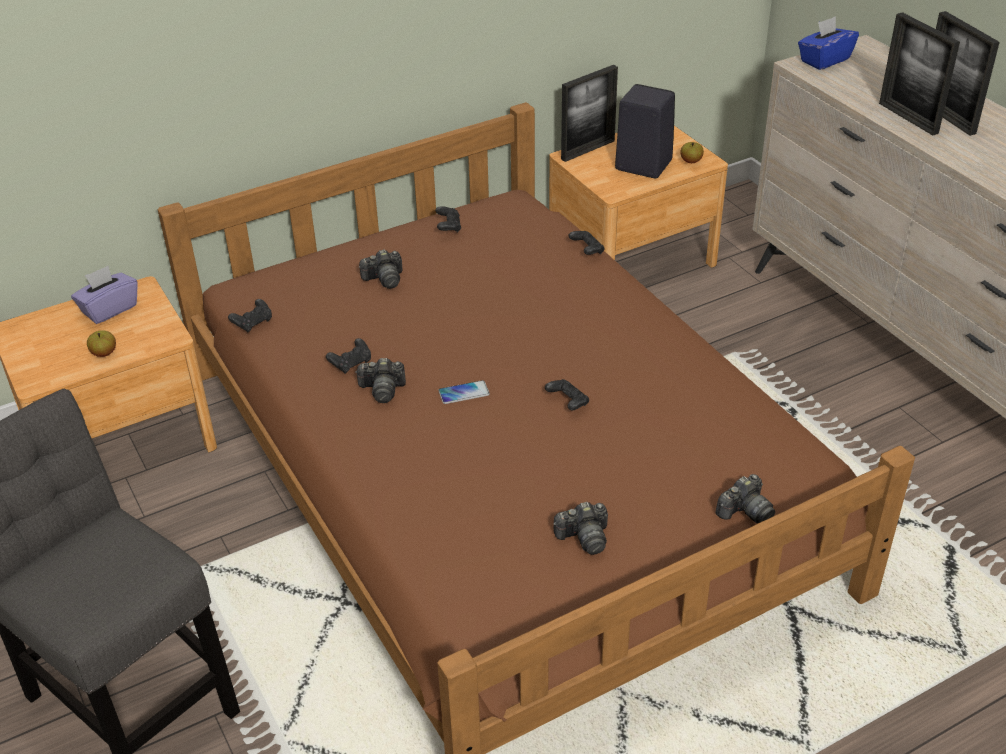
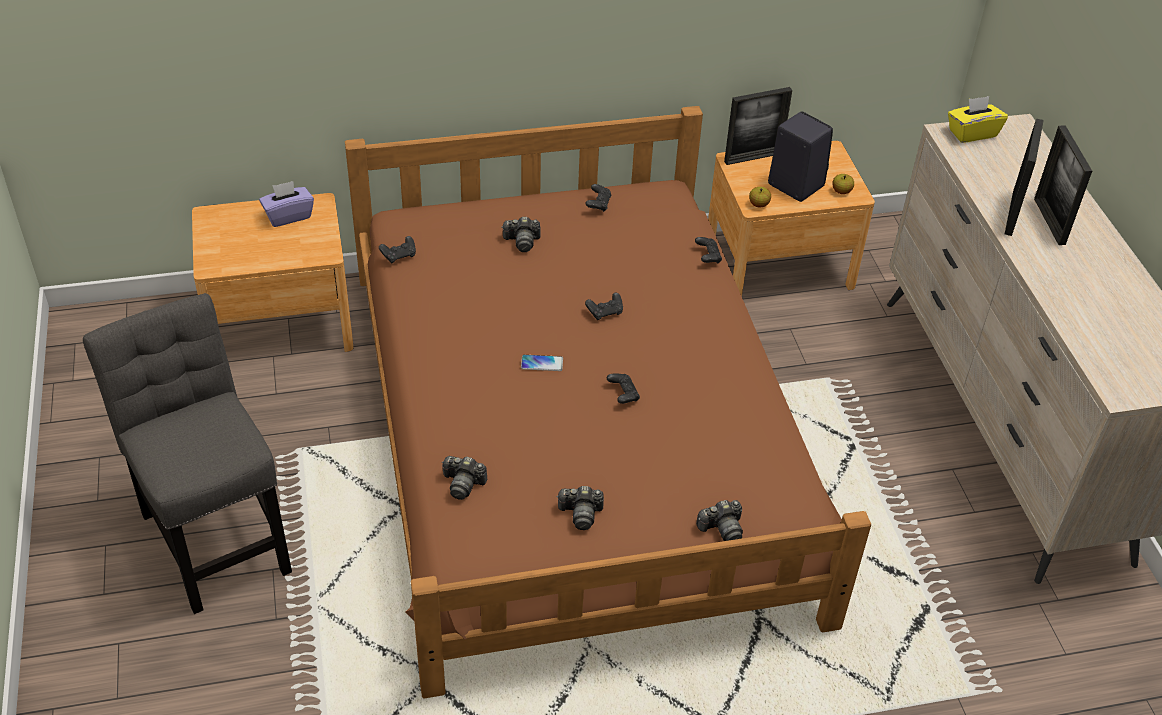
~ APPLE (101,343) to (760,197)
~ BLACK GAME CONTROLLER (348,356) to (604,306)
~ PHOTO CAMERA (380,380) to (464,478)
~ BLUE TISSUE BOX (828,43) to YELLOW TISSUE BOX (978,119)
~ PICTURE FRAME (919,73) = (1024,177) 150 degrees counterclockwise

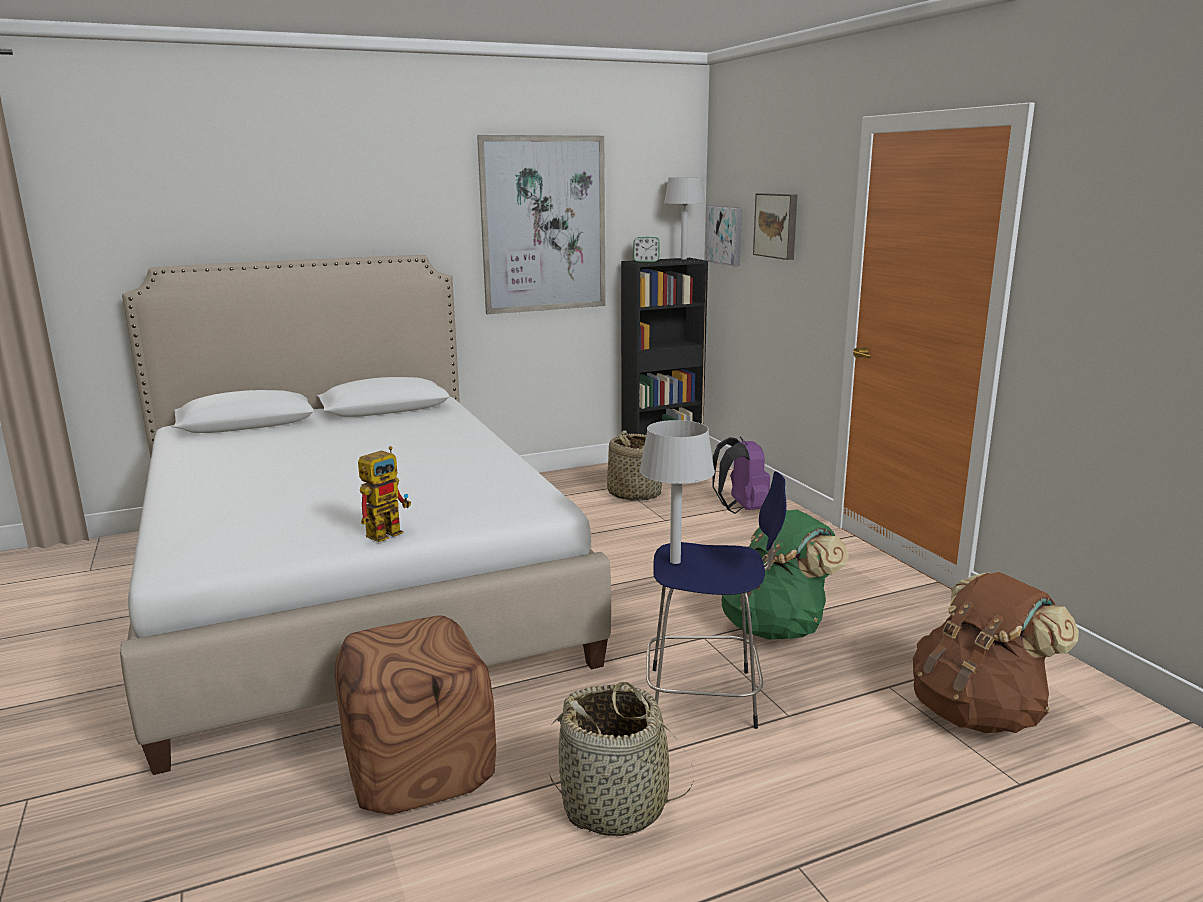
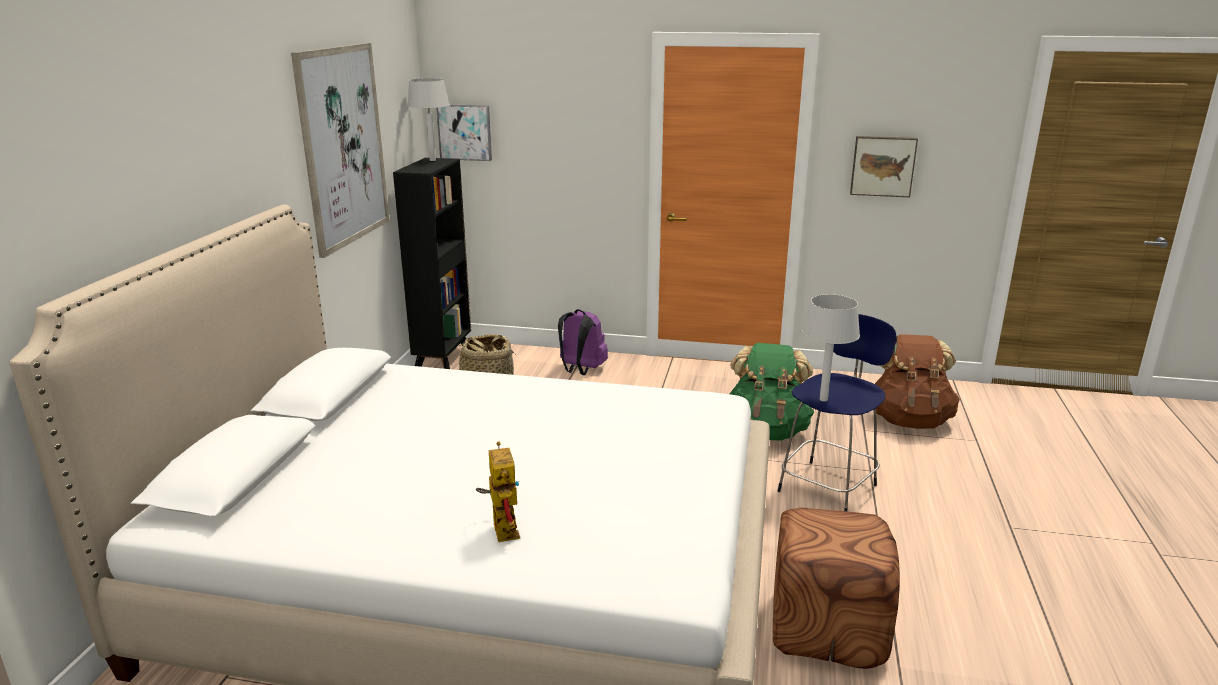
~ TOY ROBOT (384,494) to (498,491)
- BASKET (621,759)
- ALARM CLOCK (647,249)
~ PICTURE (775,226) to (884,166)

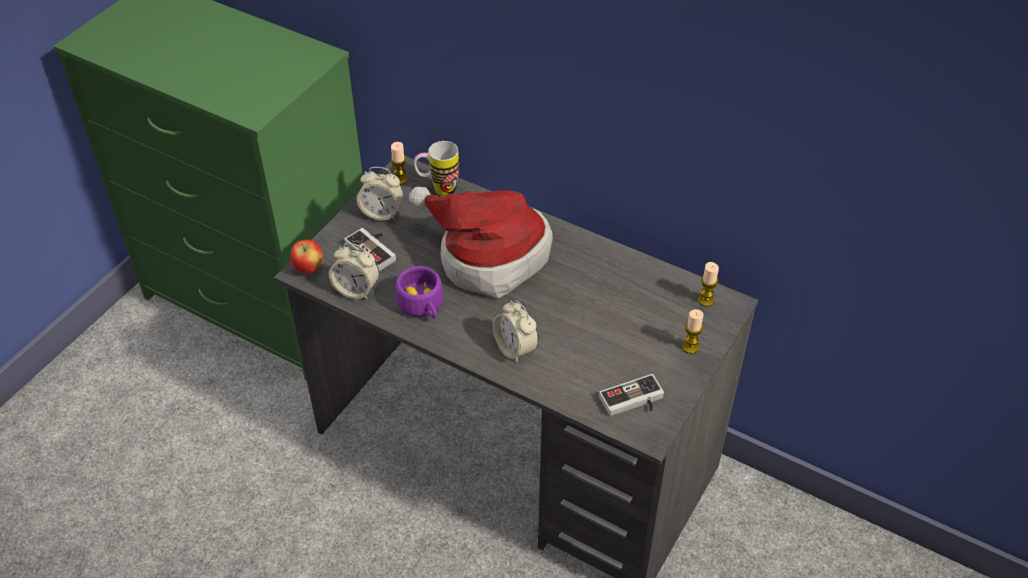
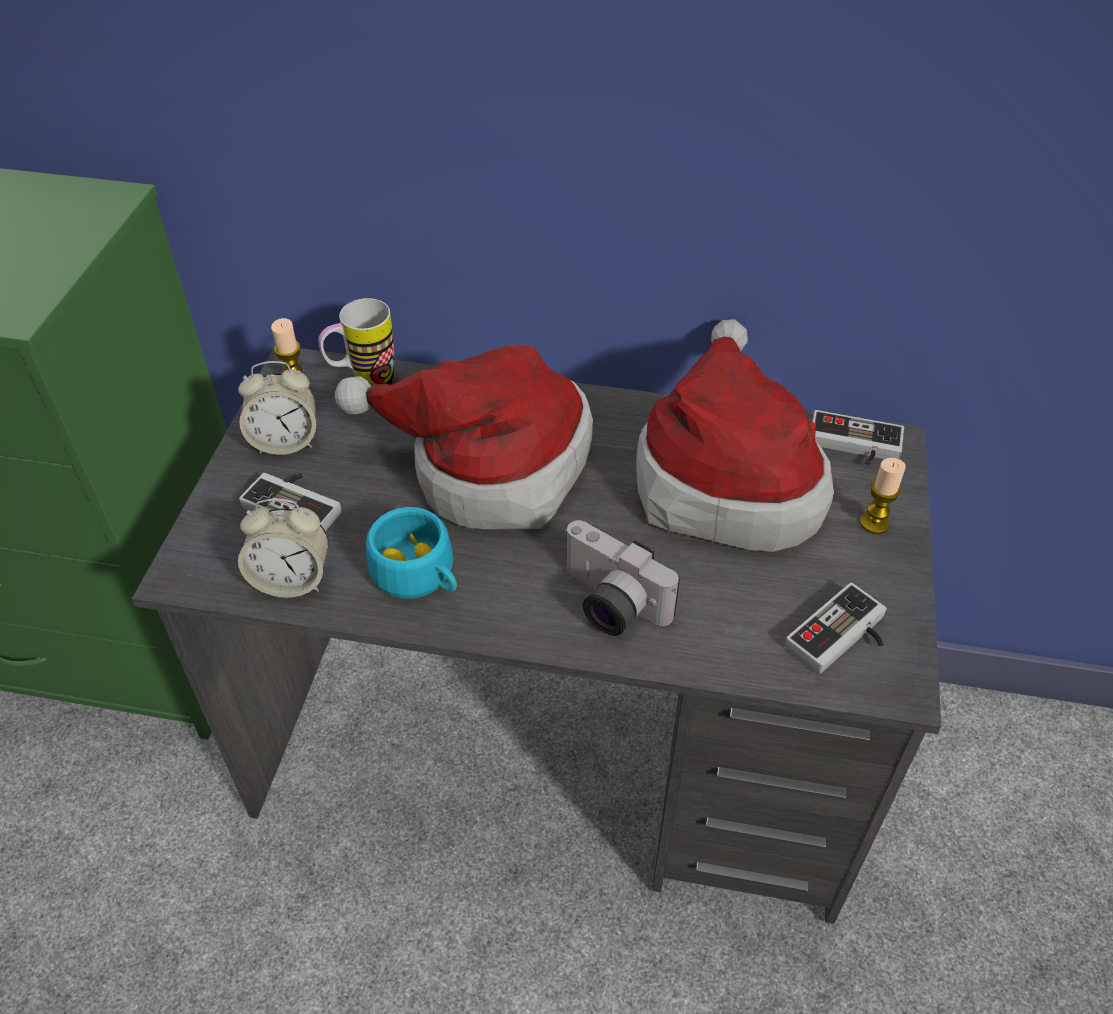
- APPLE (306,257)
~ PURPLE CUP (419,292) to TURQUOISE CUP (411,553)
~ ALARM CLOCK (516,331) to PHOTO CAMERA (622,578)
~ CANDLE (708,284) to GAME CONTROLLER (858,437)
+ HAT (735,435)

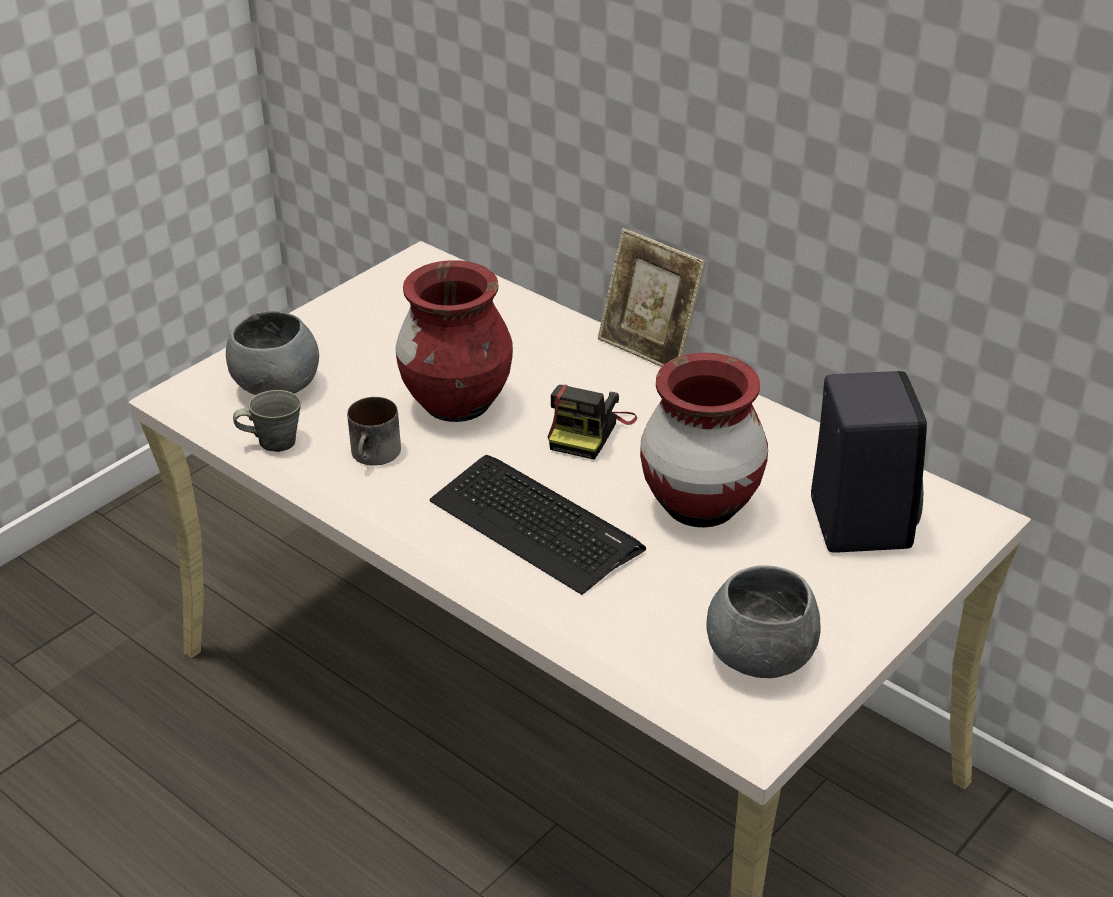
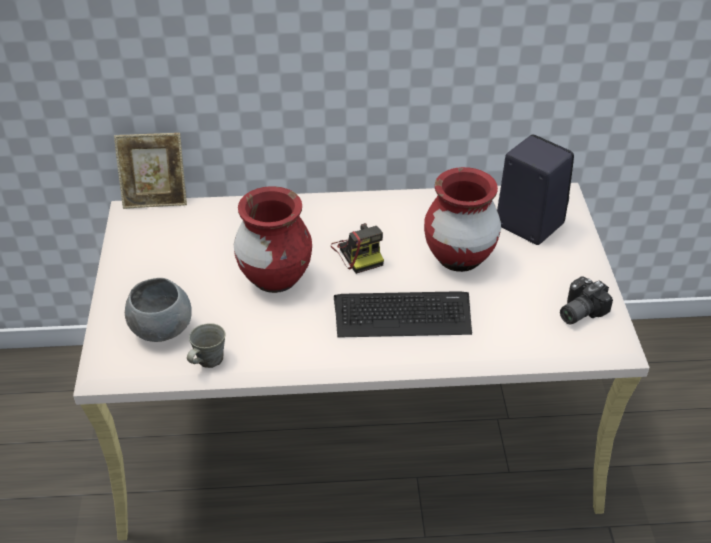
- MUG (374,431)
~ PICTURE FRAME (652,297) to (150,171)
~ GREY BOWL (764,621) to PHOTO CAMERA (586,300)

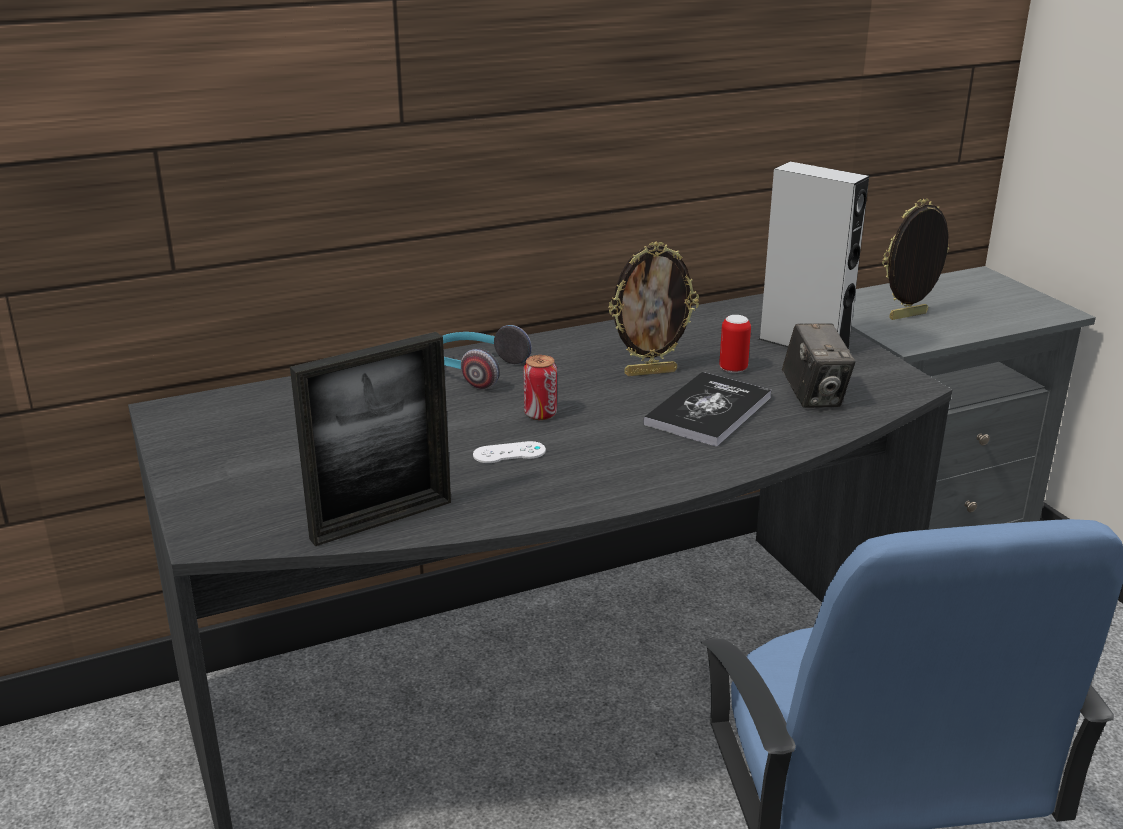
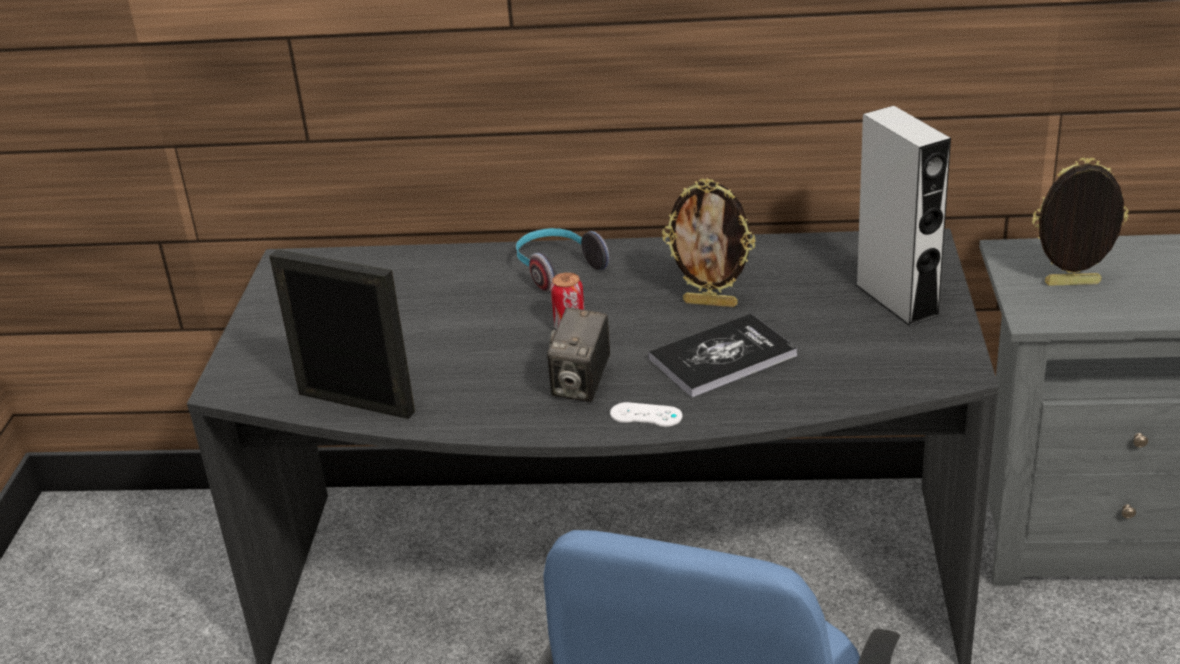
~ PICTURE FRAME (370,439) = (342,334) 150 degrees counterclockwise
~ WHITE GAME CONTROLLER (509,452) to (646,414)
- CAN (735,344)
~ PHOTO CAMERA (819,365) to (578,354)

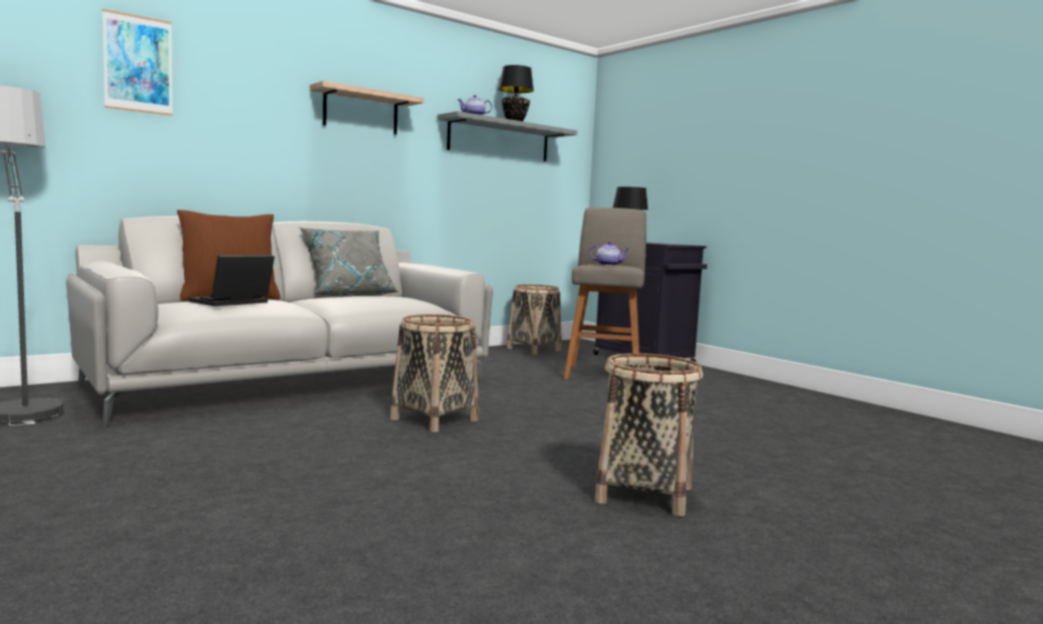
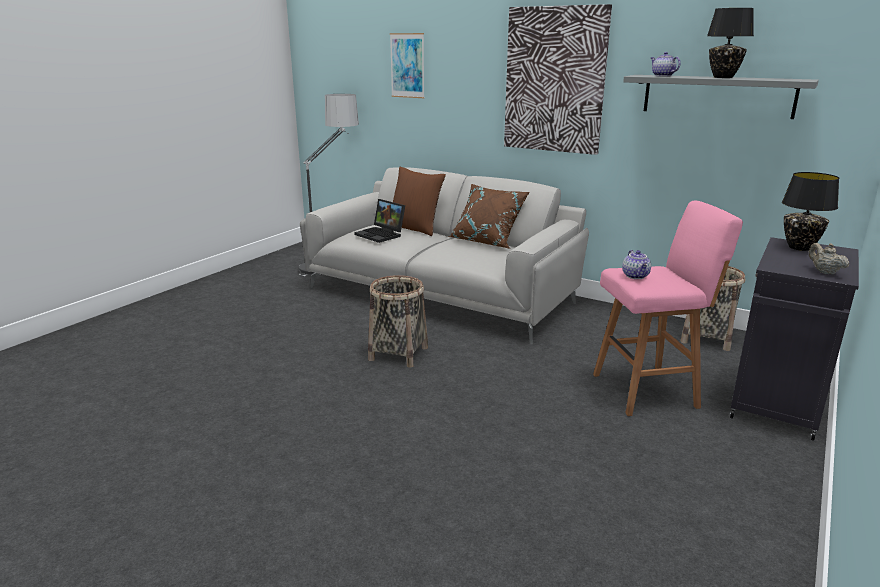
~ LAPTOP (232,280) = (379,221) 150 degrees counterclockwise
~ GREY PILLOW (349,261) to BROWN PILLOW (489,216)
~ SHELF (367,108) to PICTURE (558,79)
~ GREY STOOL (605,294) to PINK STOOL (668,308)
- BASKET (648,435)
+ BEIGE TEAPOT (829,258)

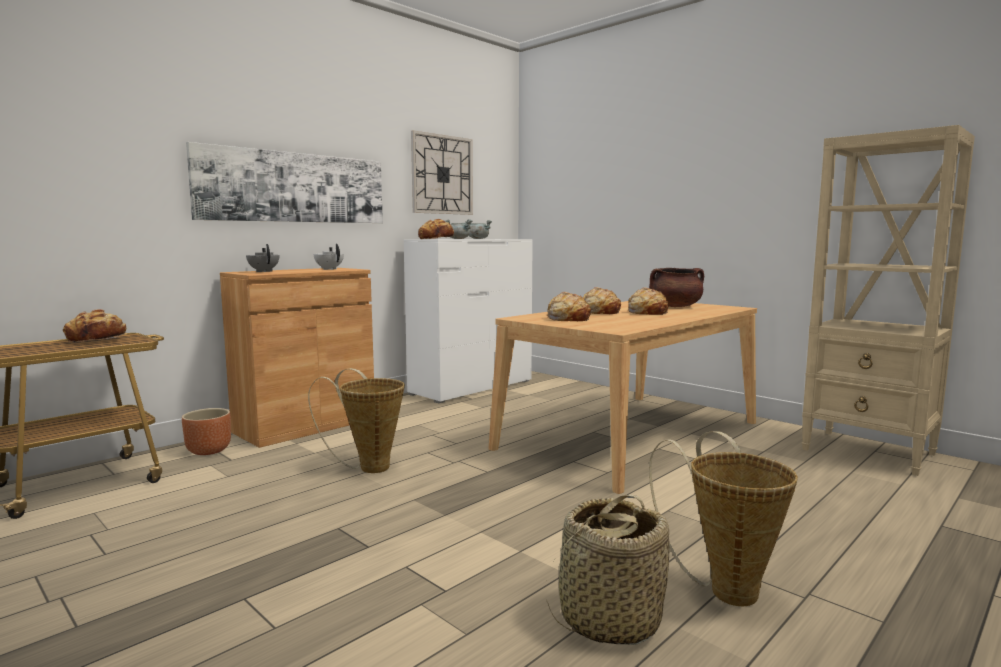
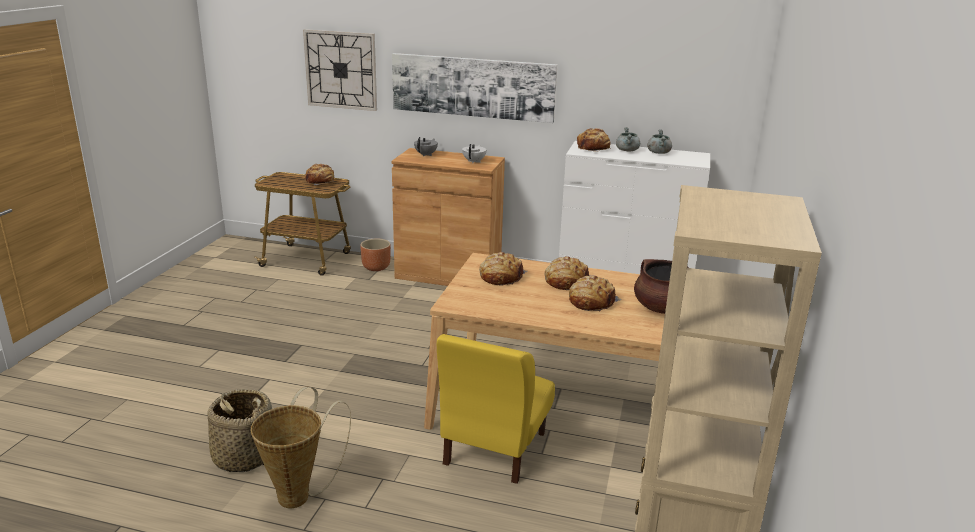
- BASKET (356,420)
~ WALL CLOCK (442,172) to (340,70)
+ YELLOW CHAIR (496,409)

